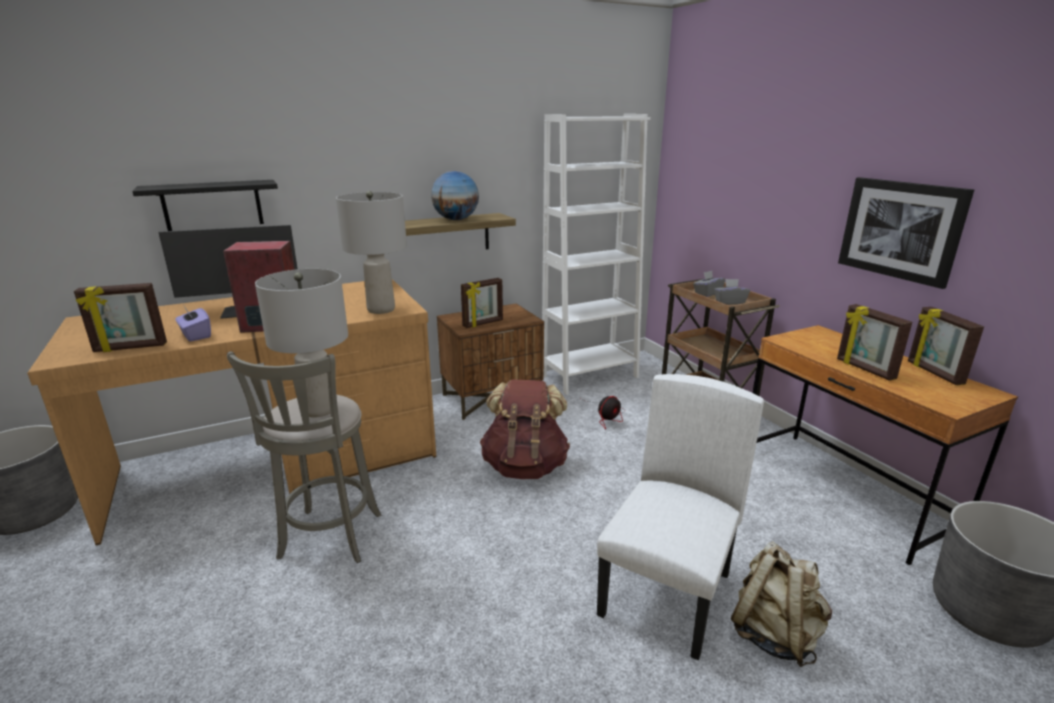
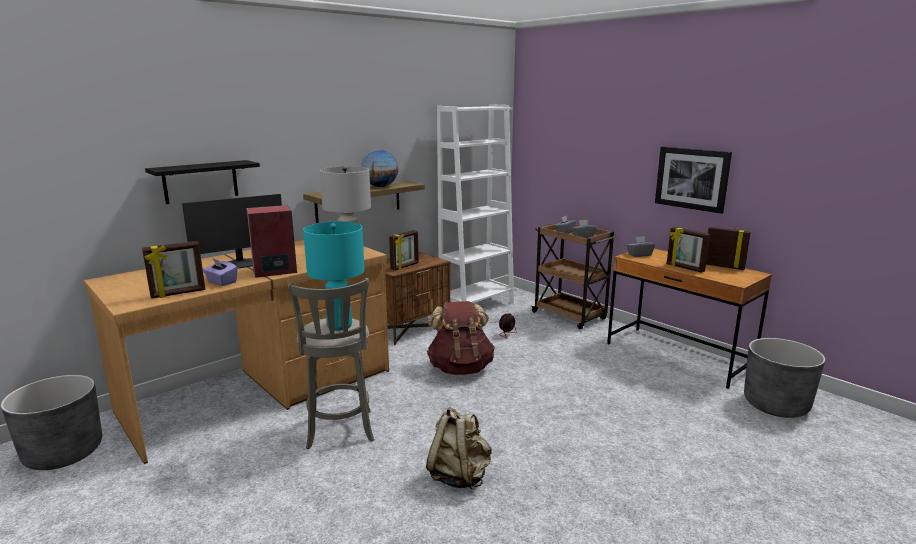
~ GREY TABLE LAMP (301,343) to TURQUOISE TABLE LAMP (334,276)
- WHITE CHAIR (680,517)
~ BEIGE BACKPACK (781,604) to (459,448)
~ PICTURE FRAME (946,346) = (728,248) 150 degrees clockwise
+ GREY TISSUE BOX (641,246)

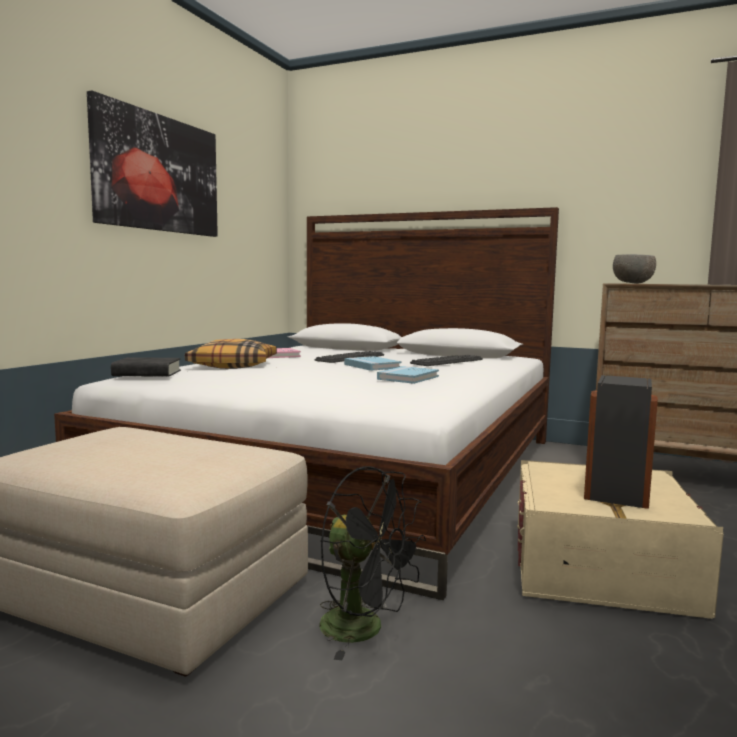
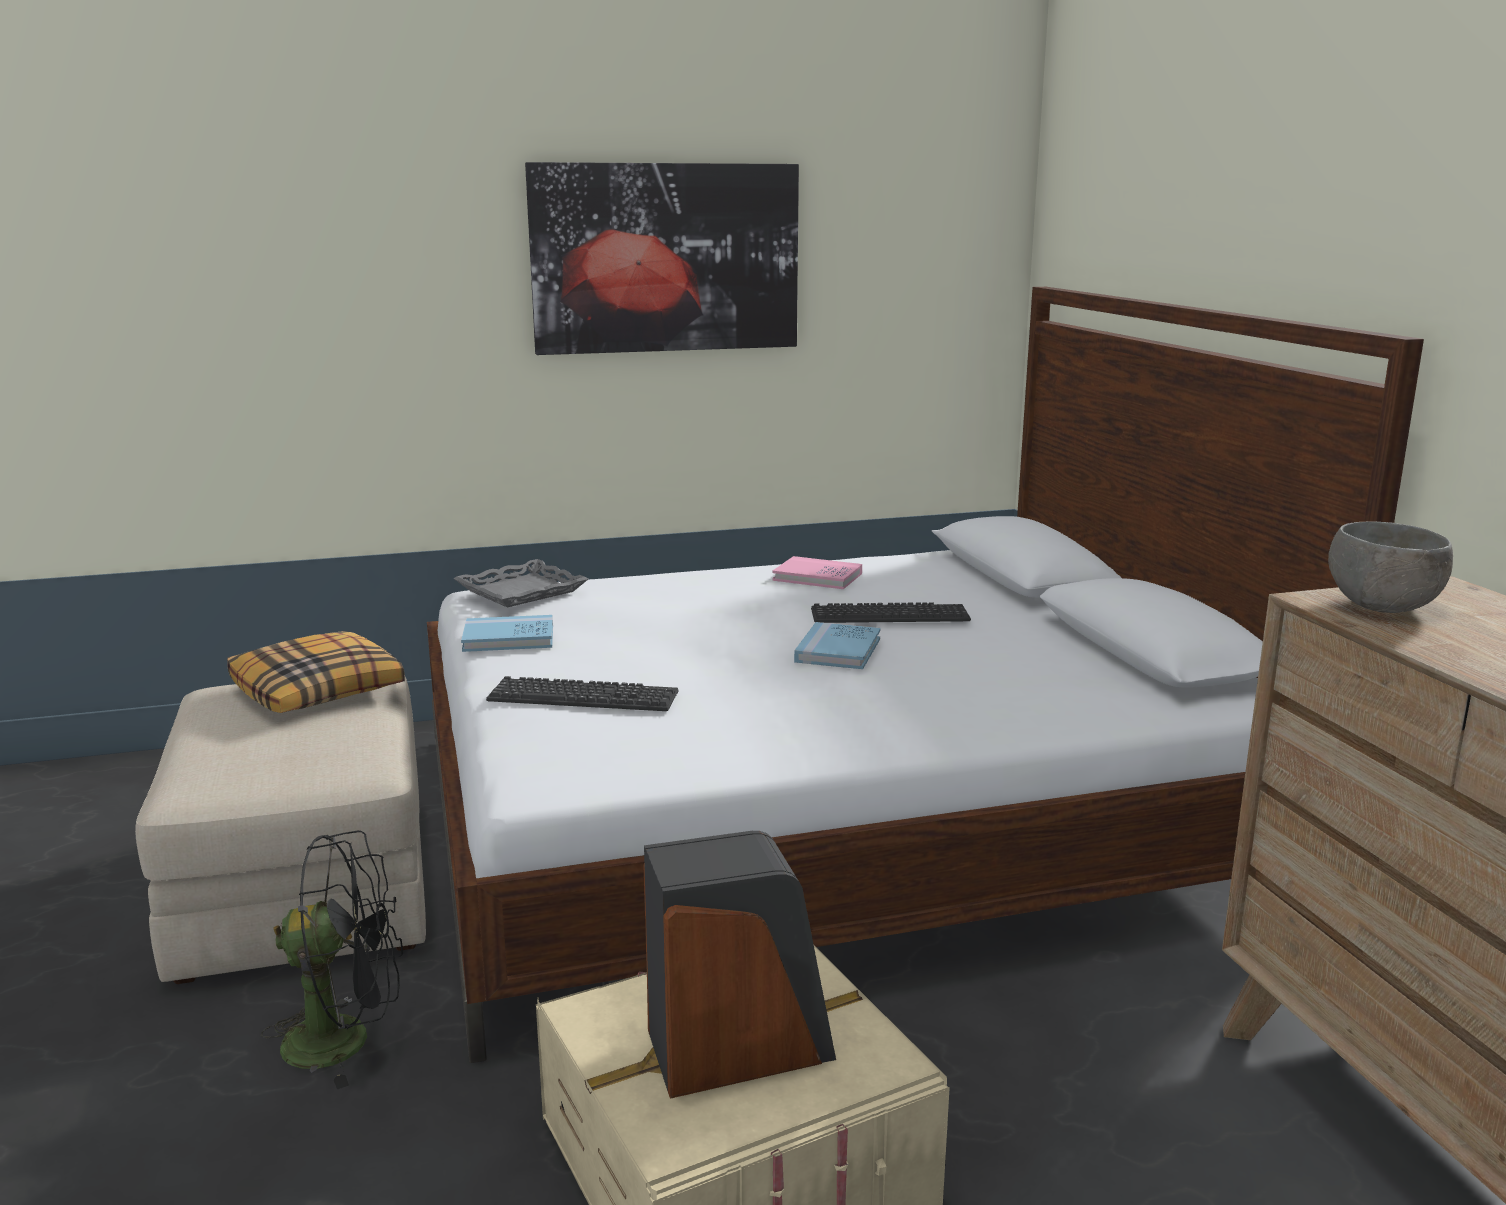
~ BLACK BOOK (146,367) to GREY TRAY (520,583)
~ PILLOW (231,354) to (316,672)
~ BLACK FAN (372,563) = (332,960) 90 degrees counterclockwise
~ BLUE BOOK (408,375) to (507,633)
~ KEYBOARD (446,360) to (582,693)

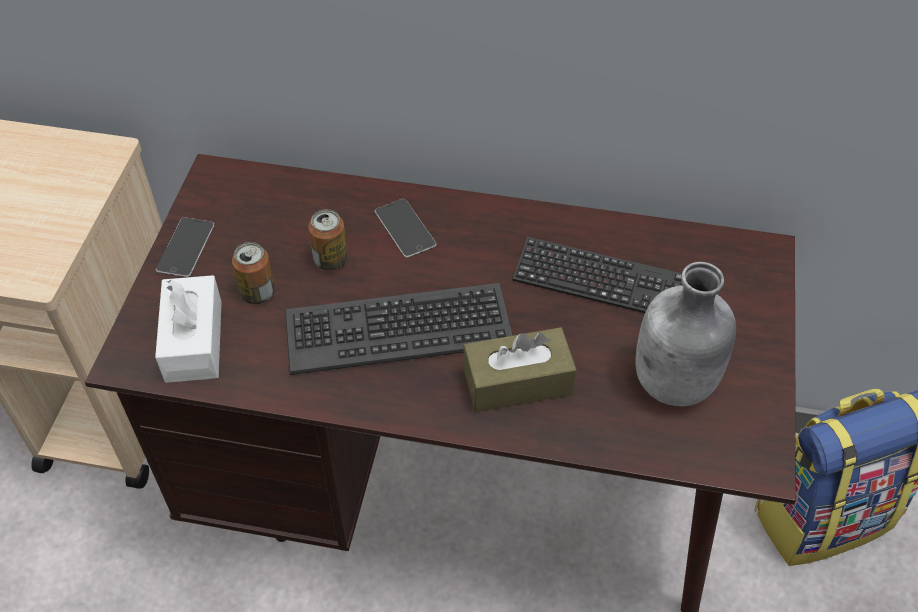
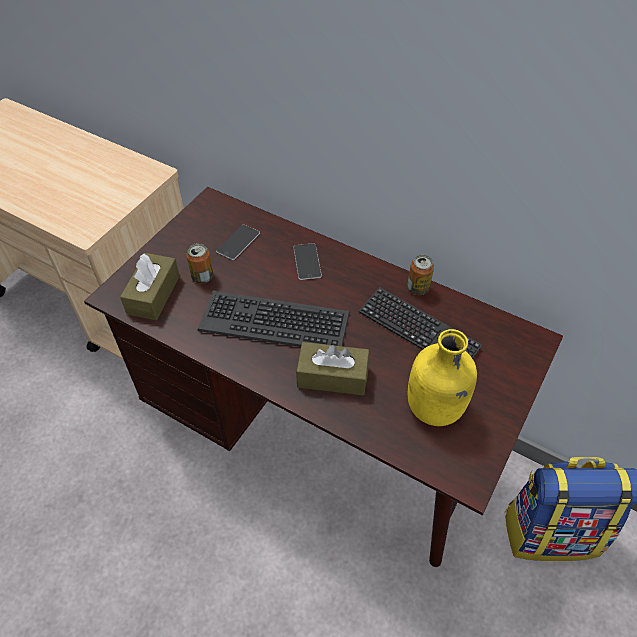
~ WHITE TISSUE BOX (188,329) to BROWN TISSUE BOX (150,286)
~ PHONE (185,247) to (238,242)
~ CAN (328,240) to (420,275)
~ GREY BOTTLE (685,334) to YELLOW BOTTLE (442,377)

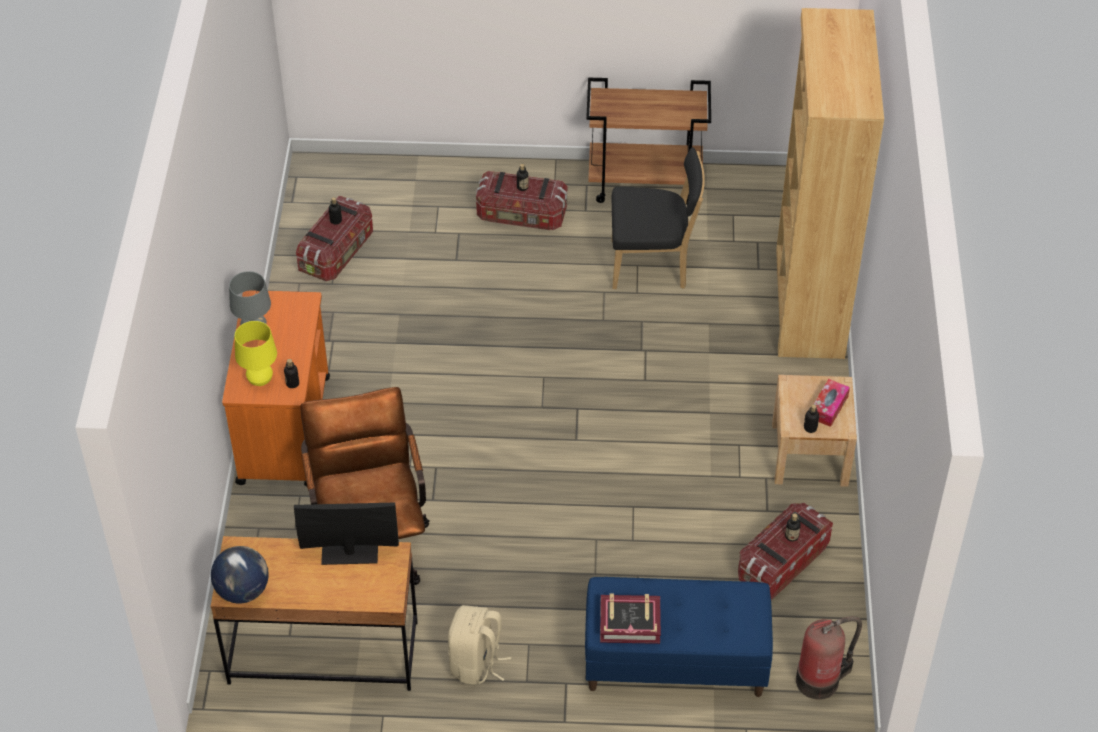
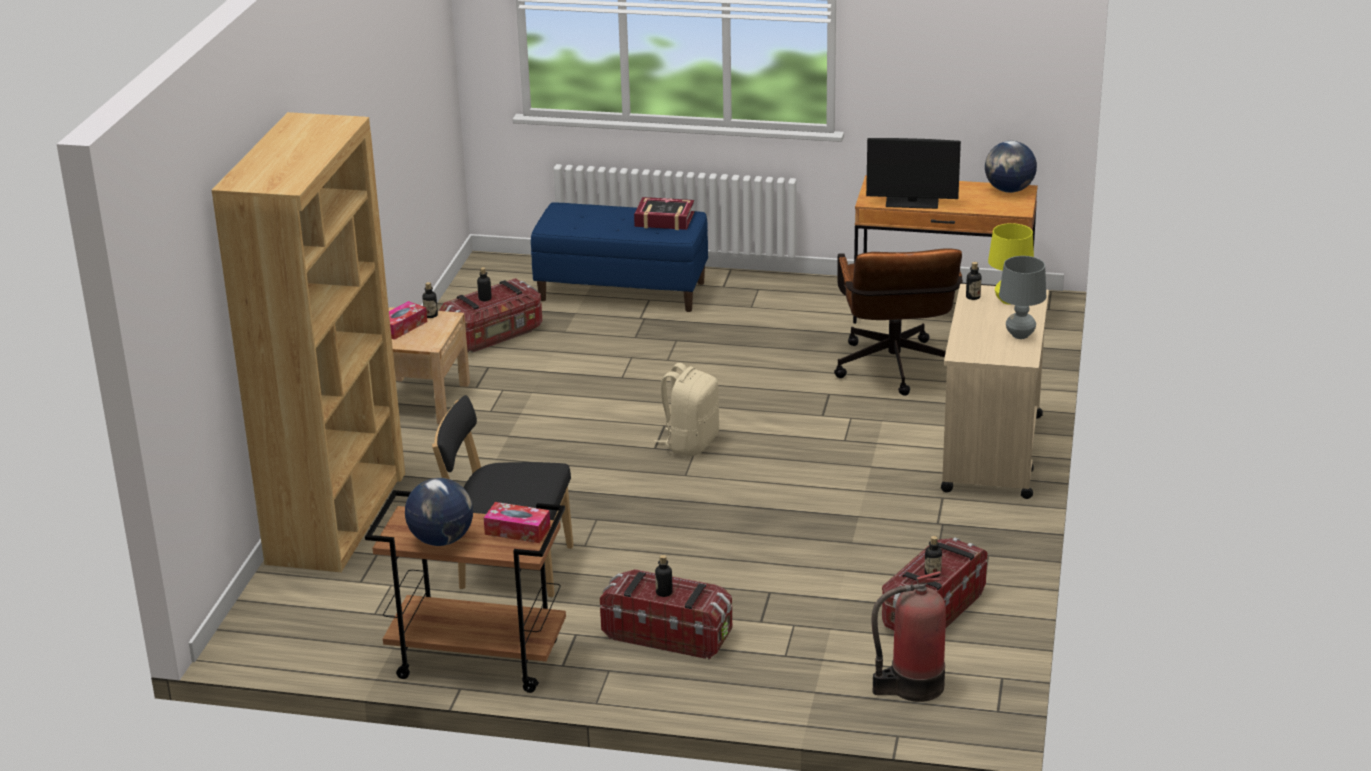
~ ORANGE CART (276,388) to BEIGE CART (995,391)
~ BEIGE BACKPACK (479,645) to (686,409)
~ FIRE EXTINGUISHER (829,658) to (908,636)
+ GLOBE (439,512)
+ TISSUE BOX (517,522)

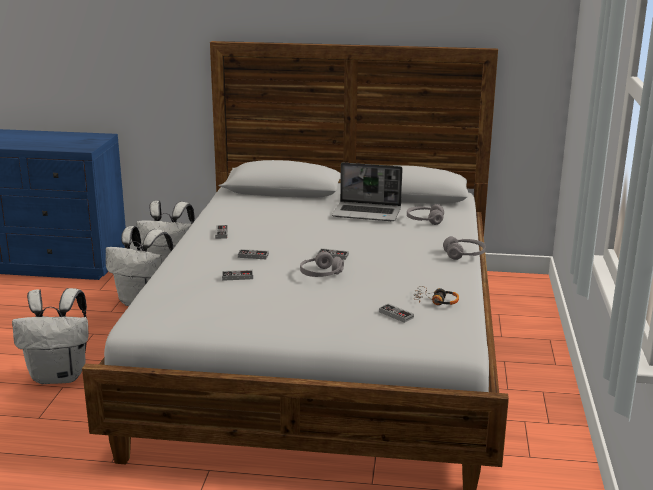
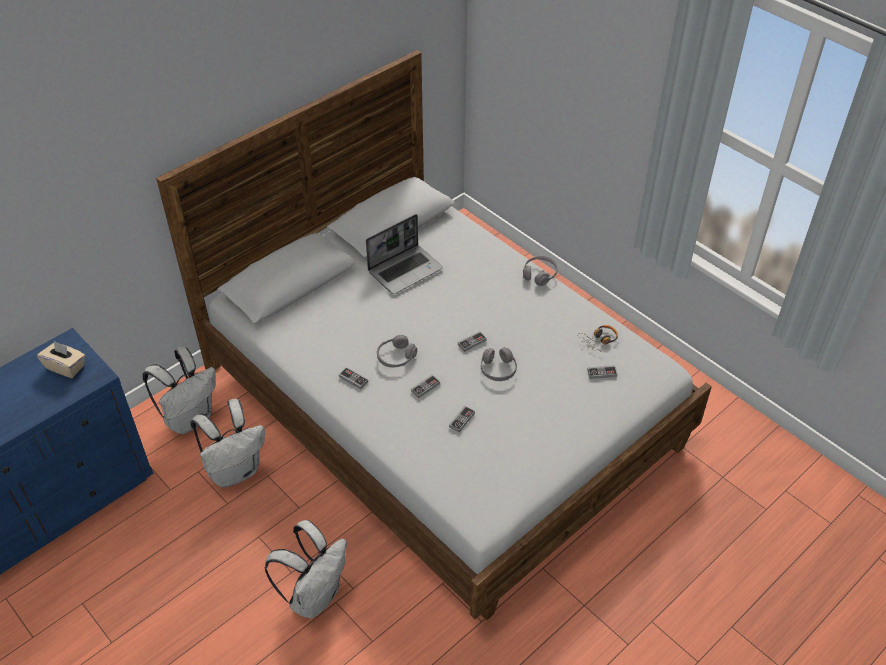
~ GREY HEADPHONES (425,214) to (397,351)
+ BEIGE TISSUE BOX (61,359)

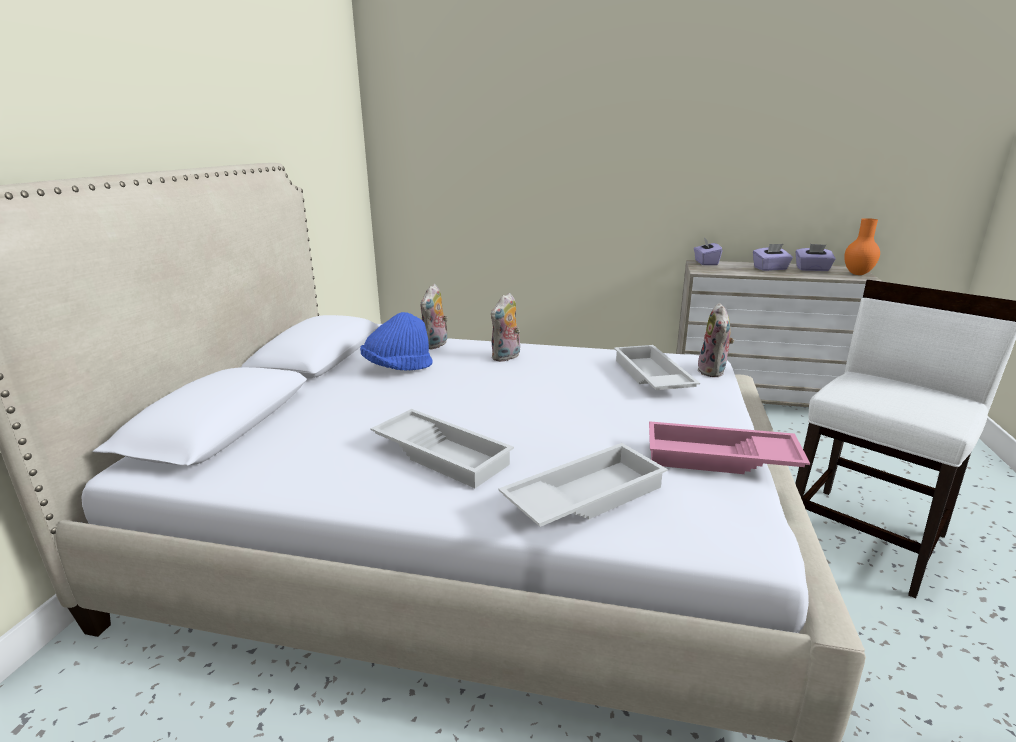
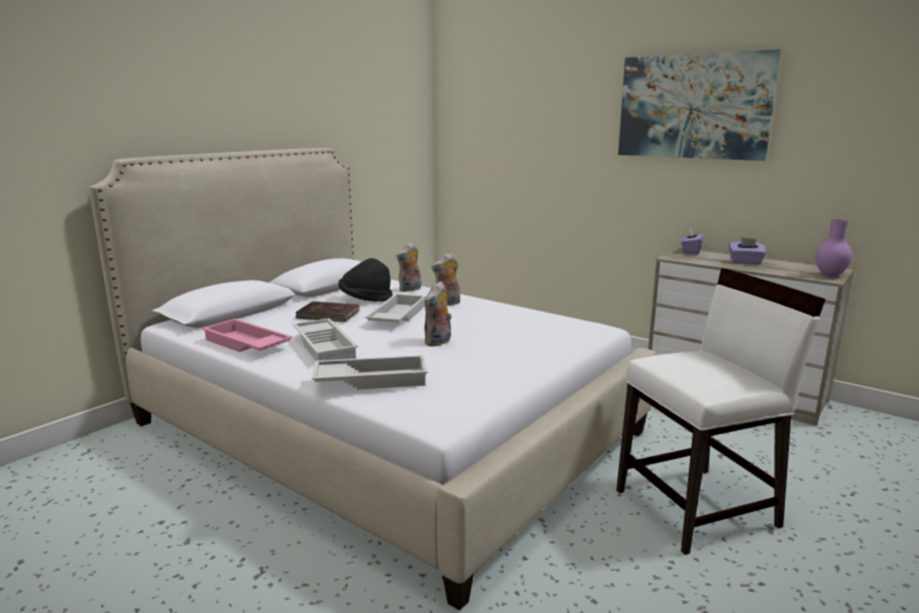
~ BLUE HAT (396,341) to BLACK HAT (366,280)
~ WHITE TRAY (657,367) to (395,308)
~ PINK TRAY (729,447) to (247,335)
~ PLUSH TOY (716,340) to (438,314)
- PURPLE TISSUE BOX (816,257)
~ ORANGE VASE (862,246) to PURPLE VASE (834,248)
+ BROWN BOOK (327,311)
+ PICTURE (699,105)

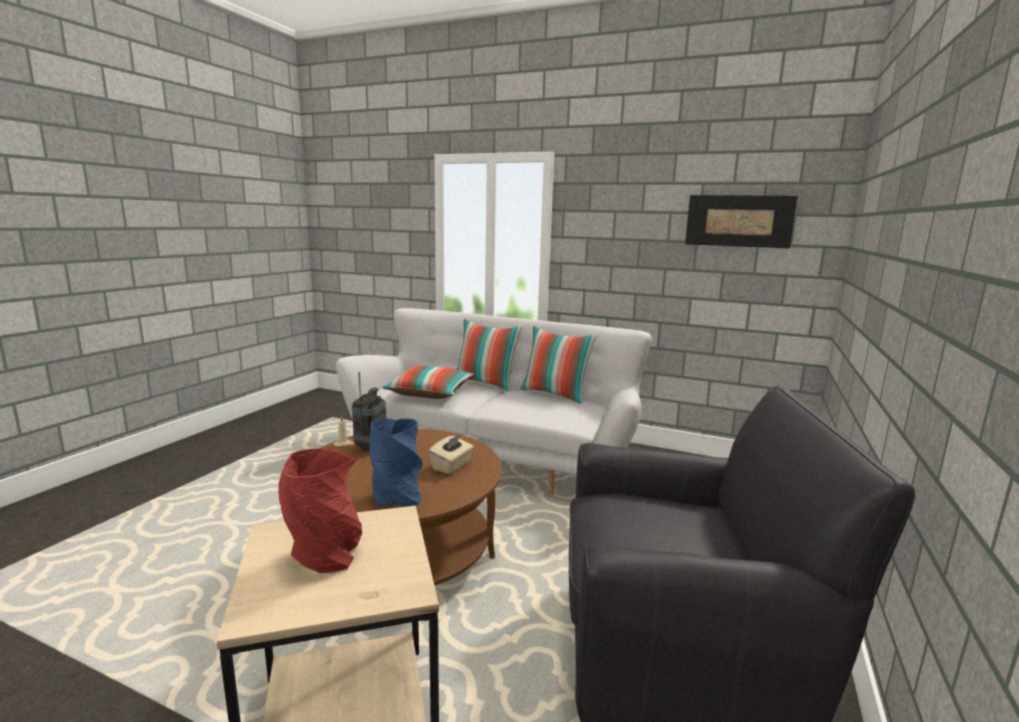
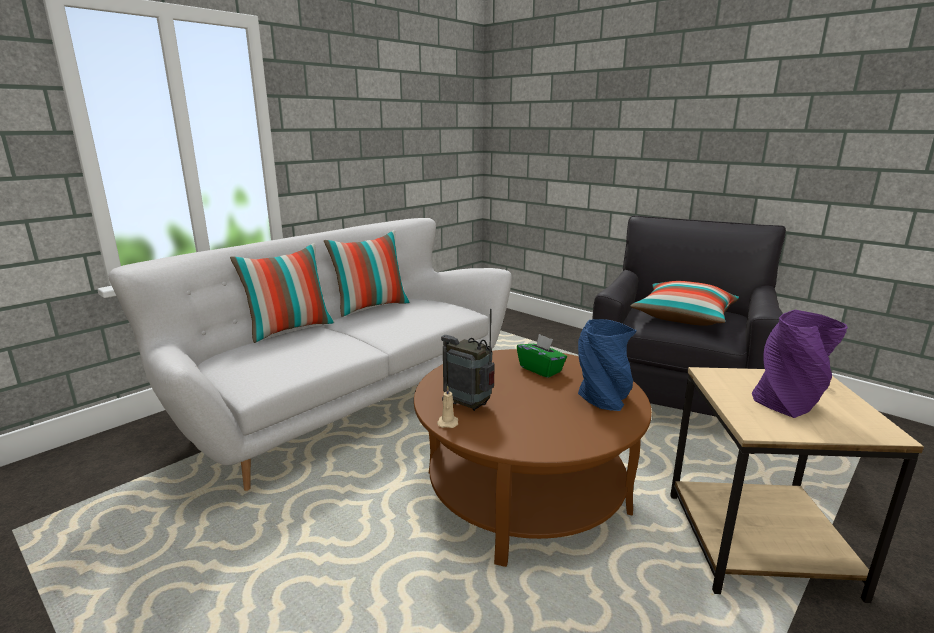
~ RED VASE (320,510) to PURPLE VASE (800,364)
~ PILLOW (428,382) to (684,303)
~ BEIGE TISSUE BOX (451,454) to GREEN TISSUE BOX (542,356)
- PICTURE (741,221)

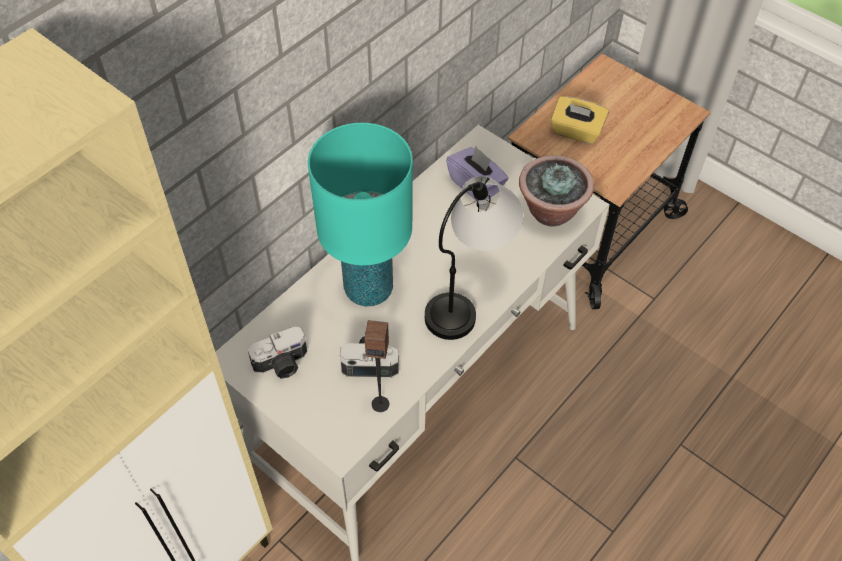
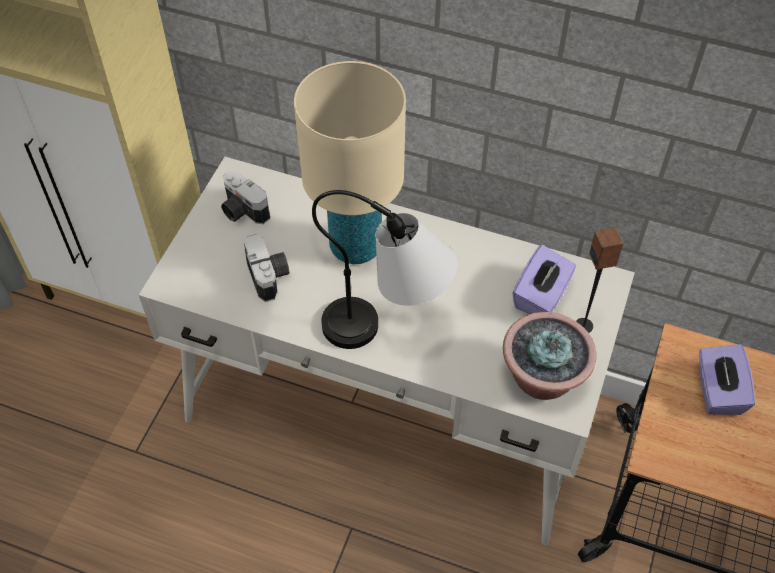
~ TURQUOISE TABLE LAMP (360,214) to BEIGE TABLE LAMP (350,162)
~ SPEAKER (376,366) to (600,280)
~ YELLOW TISSUE BOX (580,120) to PURPLE TISSUE BOX (727,379)

